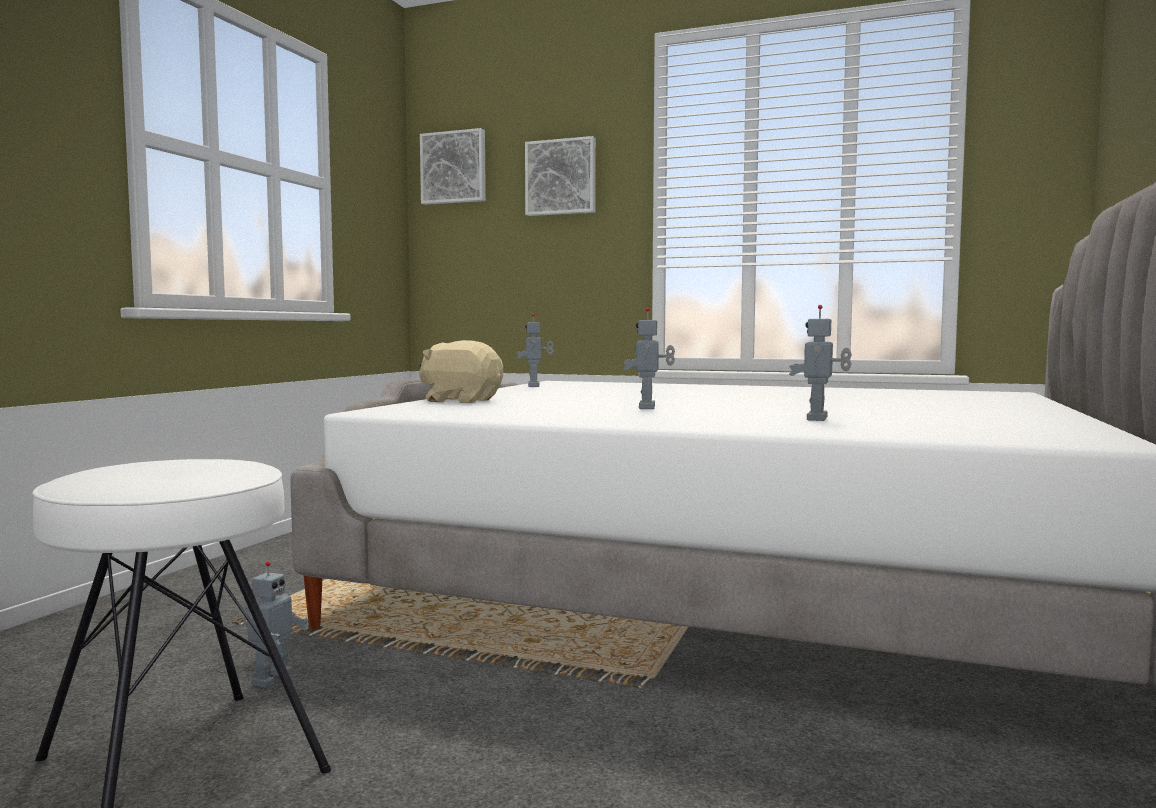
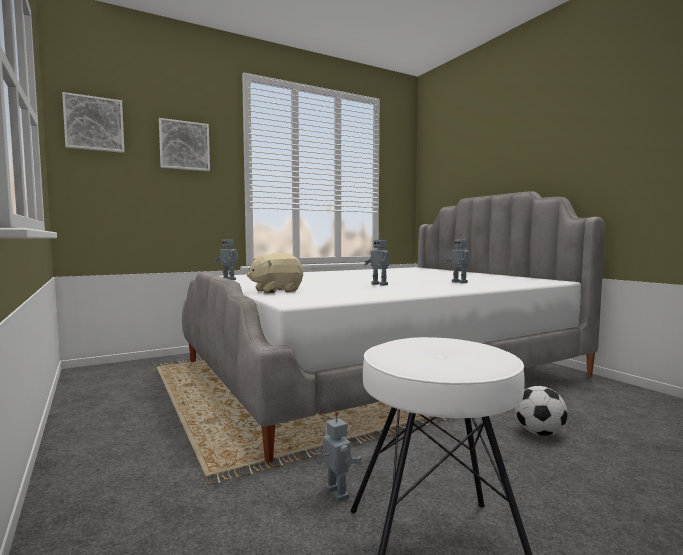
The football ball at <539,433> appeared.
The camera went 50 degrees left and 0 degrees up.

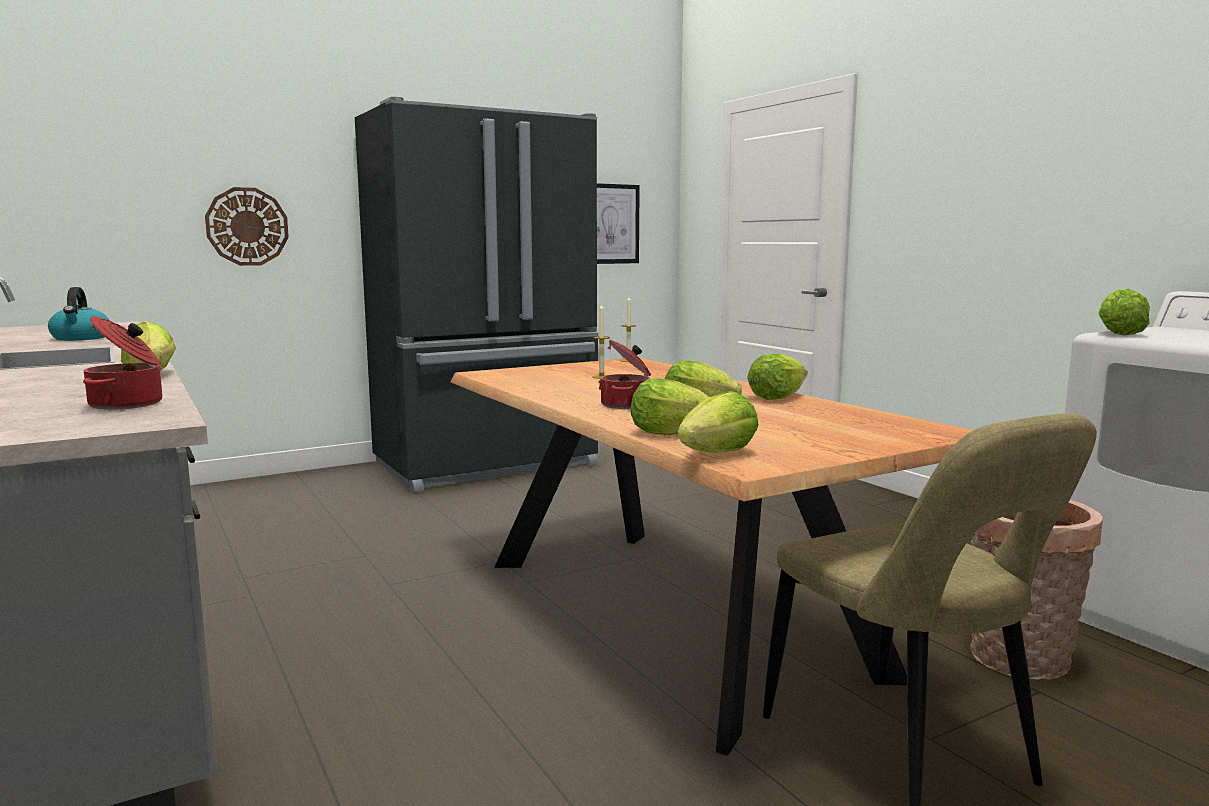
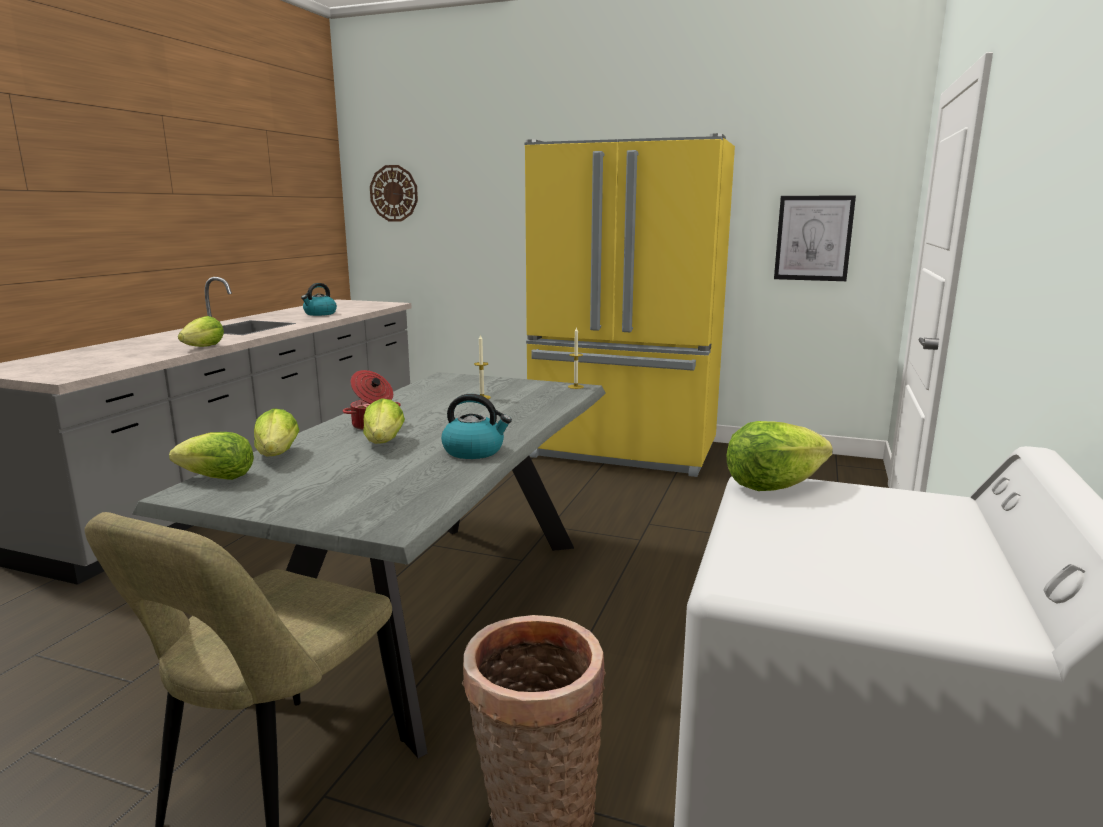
The refrigerator (blackish) at <488,465> became the refrigerator (yellowish) at <623,451>.
The hanging clock moved from <247,226> to <394,193>.
The stockpot at <128,404> disappeared.
The lettuce head at <776,398> was replaced by the water kettle at <474,451>.
The dinner table (brown-coloured) at <669,615> became the dinner table (grey) at <435,610>.
The camera went 50 degrees right and 5 degrees up.

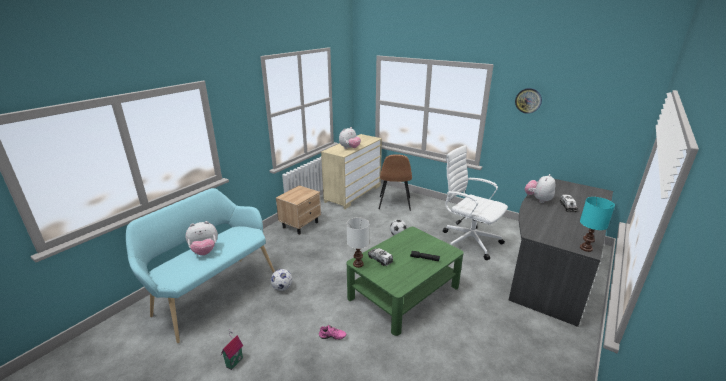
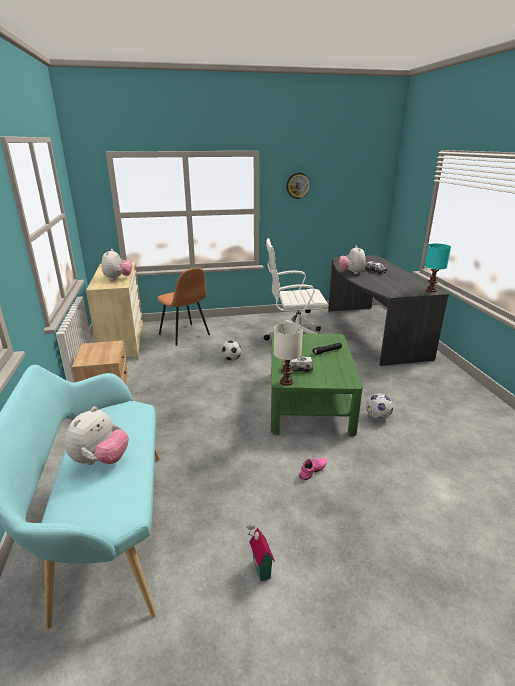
The football ball moved from <282,288> to <377,417>.
The camera went 45 degrees left and 0 degrees up.

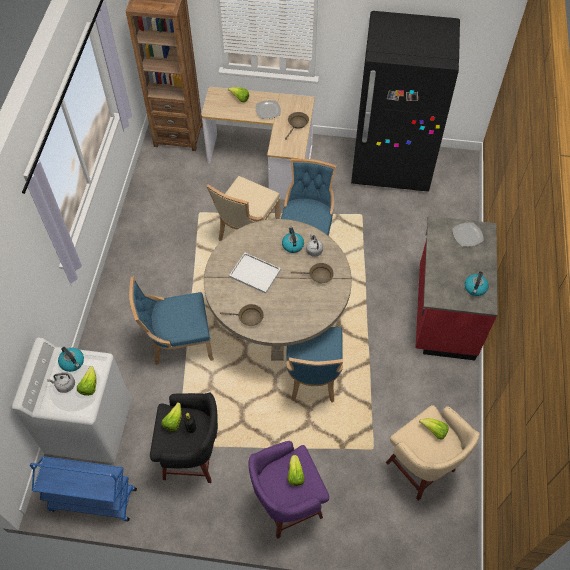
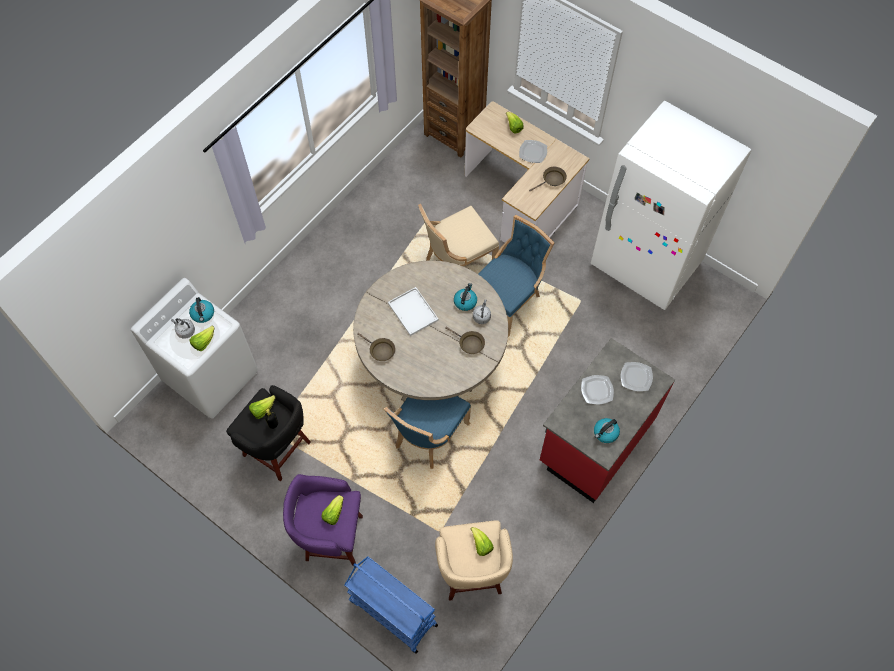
The refrigerator (blackish) at <391,166> became the refrigerator (white) at <645,265>.
The plain chair (blue-coloured) at <178,342> disappeared.
The cart (blue-coloured) moved from <92,500> to <392,612>.
The flat dish at <596,390> appeared.
The camera went 30 degrees right and 5 degrees up.

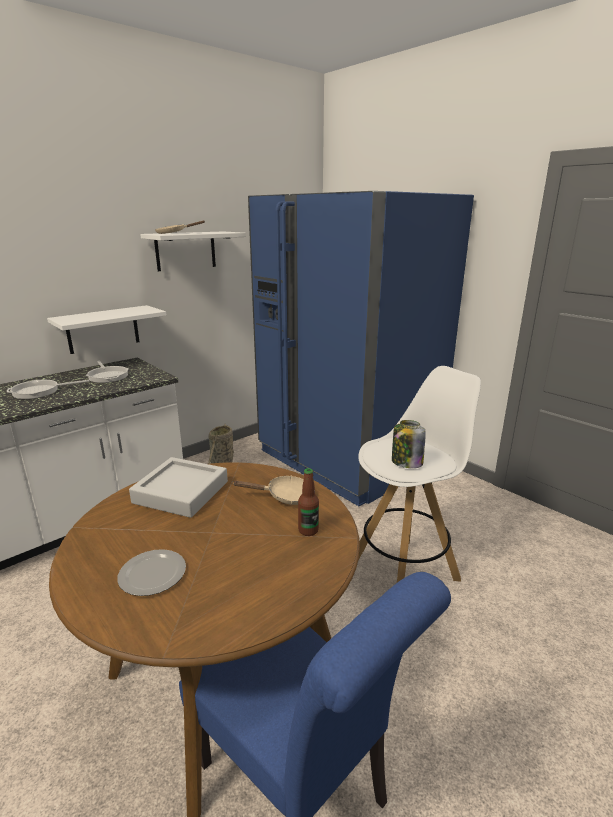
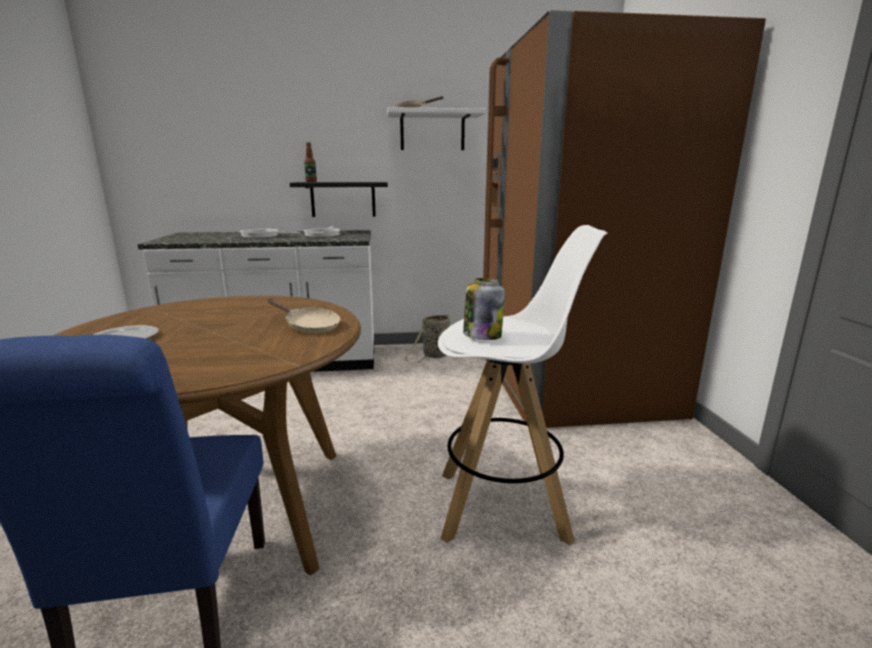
The refrigerator (blue-coloured) at <347,458> became the refrigerator (brown-coloured) at <570,382>.
The shelf (white) at <103,329> became the shelf (blackish) at <343,199>.
The carrying tray (grey) at <181,492> disappeared.
The beverage bottle moved from <308,530> to <311,182>.
The camera went 35 degrees right and 5 degrees down.

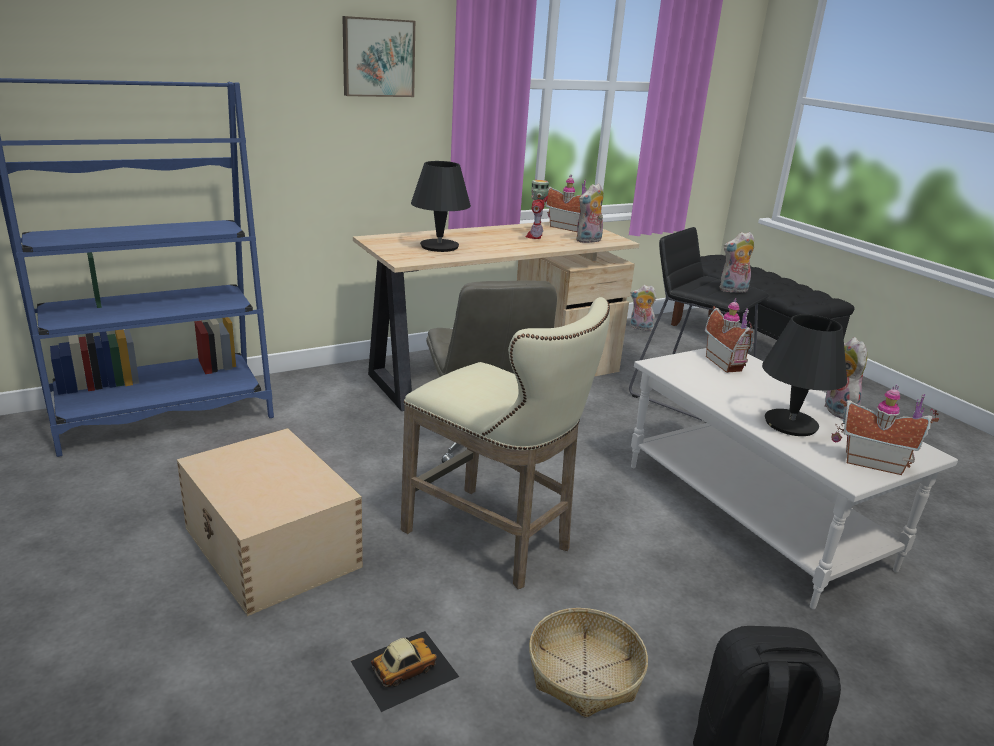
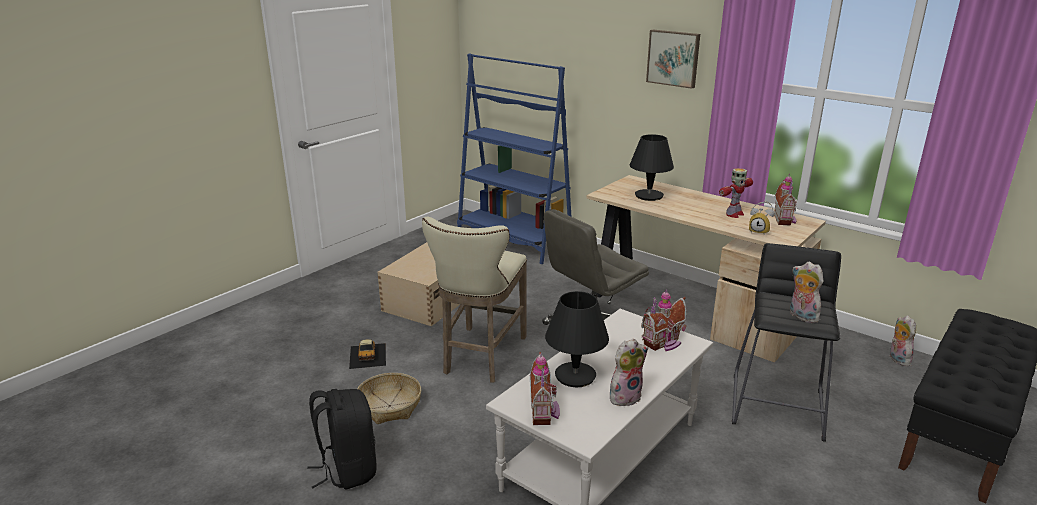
The toy robot at <535,236> turned 150 degrees clockwise.
The soft toy at <589,241> was replaced by the bedside clock at <759,231>.
The toy car at <403,668> turned 45 degrees clockwise.
The camera went 70 degrees right and 0 degrees up.

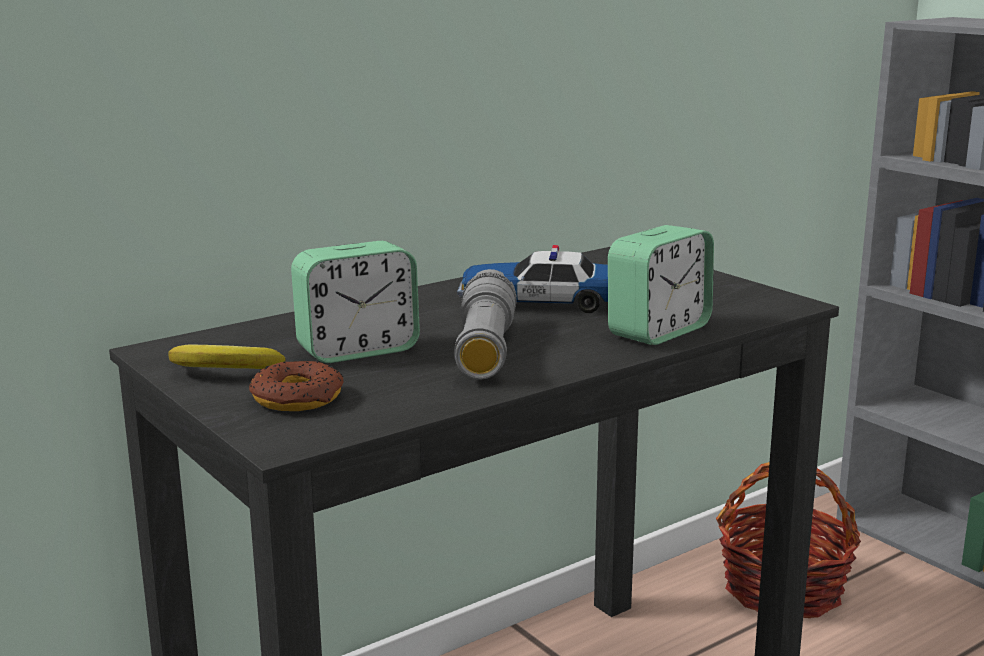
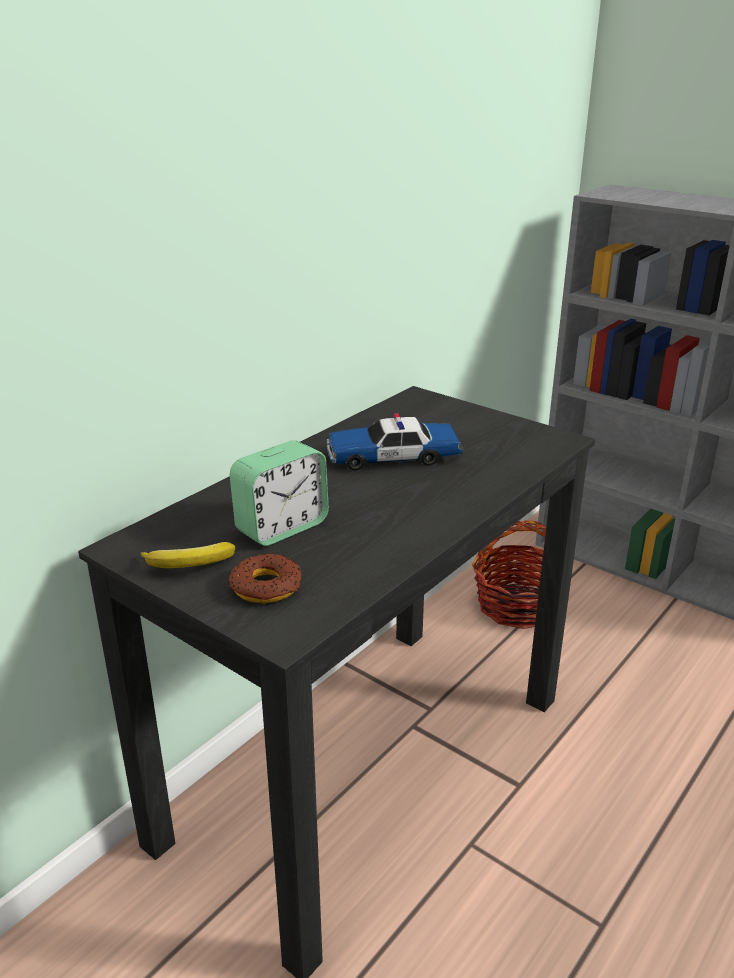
The bedside clock at <659,331> disappeared.
The flashlight (grey) at <485,349> disappeared.
The camera went 15 degrees left and 10 degrees up.

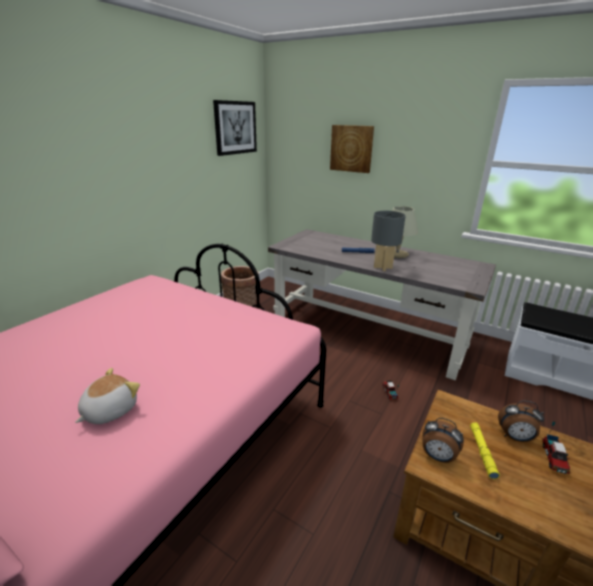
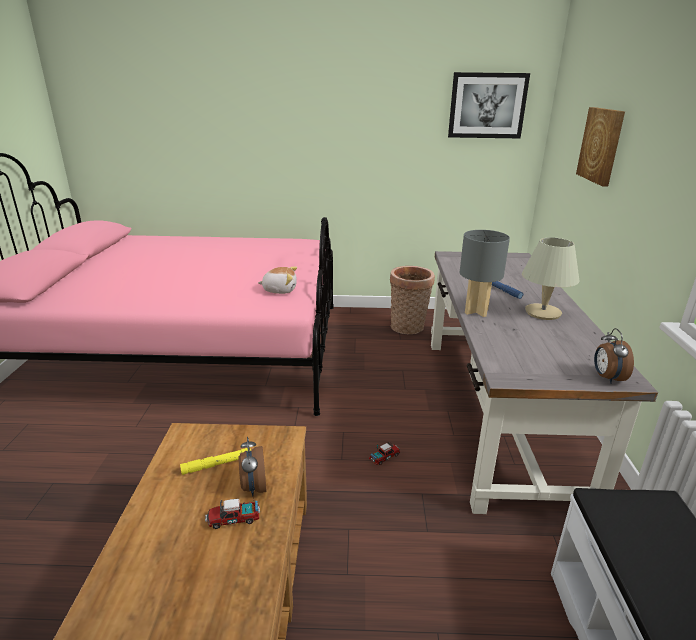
The soft toy moved from <109,410> to <280,290>.
The bedside clock moved from <437,457> to <606,378>.
The camera went 60 degrees right and 0 degrees up.

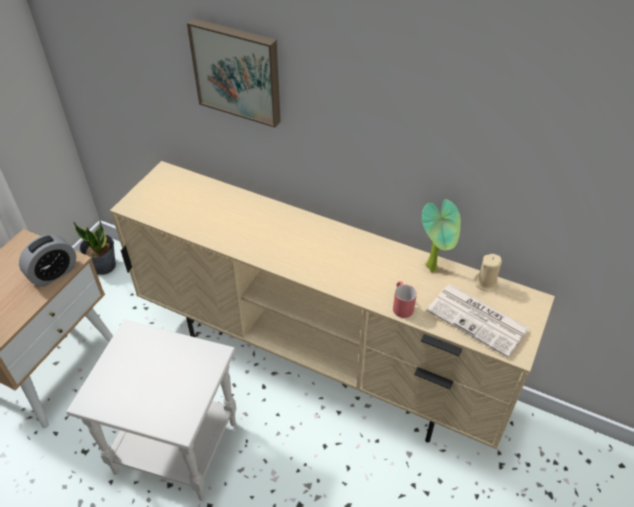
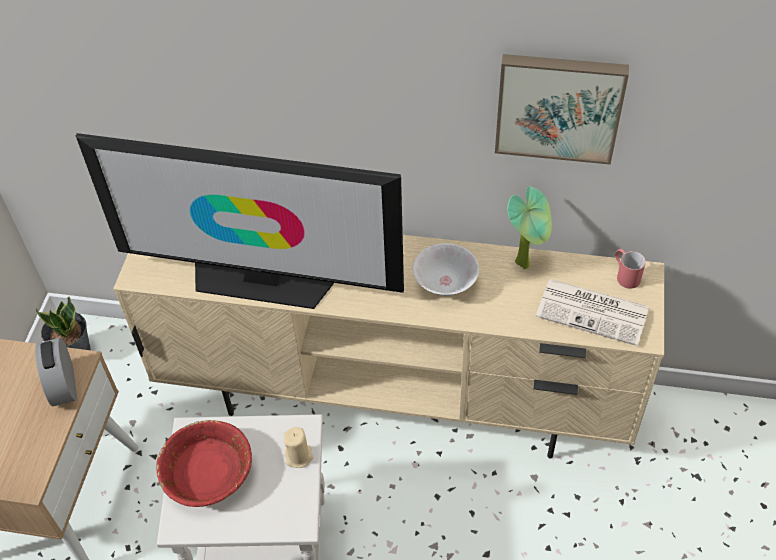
The wall picture moved from <238,71> to <559,106>.
The bedside clock at <53,273> turned 135 degrees clockwise.
The candle (beige) moved from <486,283> to <299,456>.
The coffee mug (red-coloured) moved from <401,305> to <625,275>.
The TV at <262,279> appeared.
The deep dish (white) at <445,283> appeared.
The deep dish (red-coloured) at <208,472> appeared.
The camera went 15 degrees left and 5 degrees up.

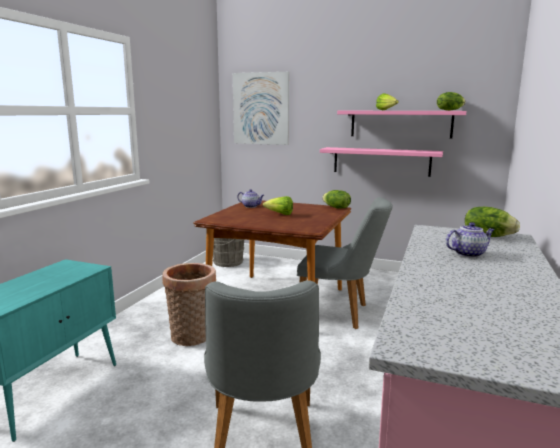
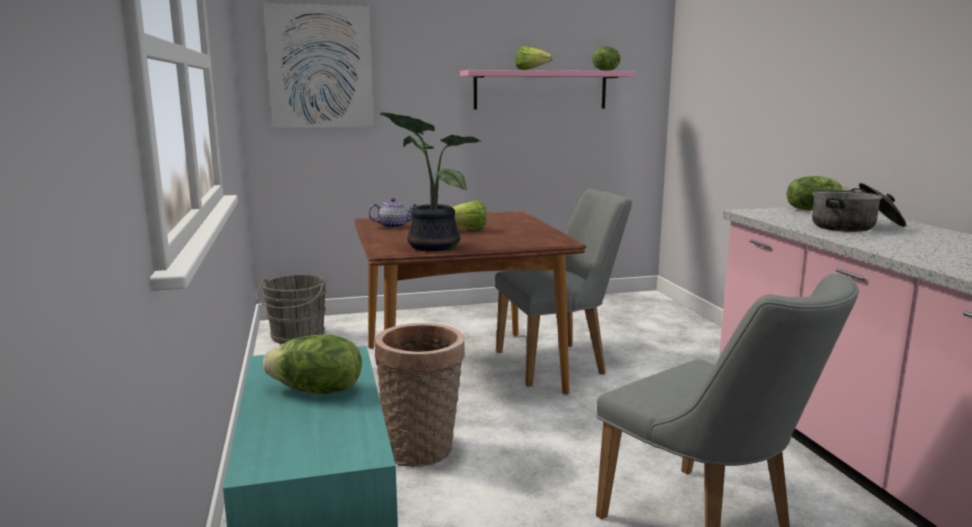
The shelf (pink) at <381,161> disappeared.
The lettuce head moved from <336,208> to <317,391>.
The pot for tea at <468,254> was replaced by the stockpot at <856,226>.
The potted plant at <430,246> appeared.
The camera went 35 degrees left and 0 degrees up.

